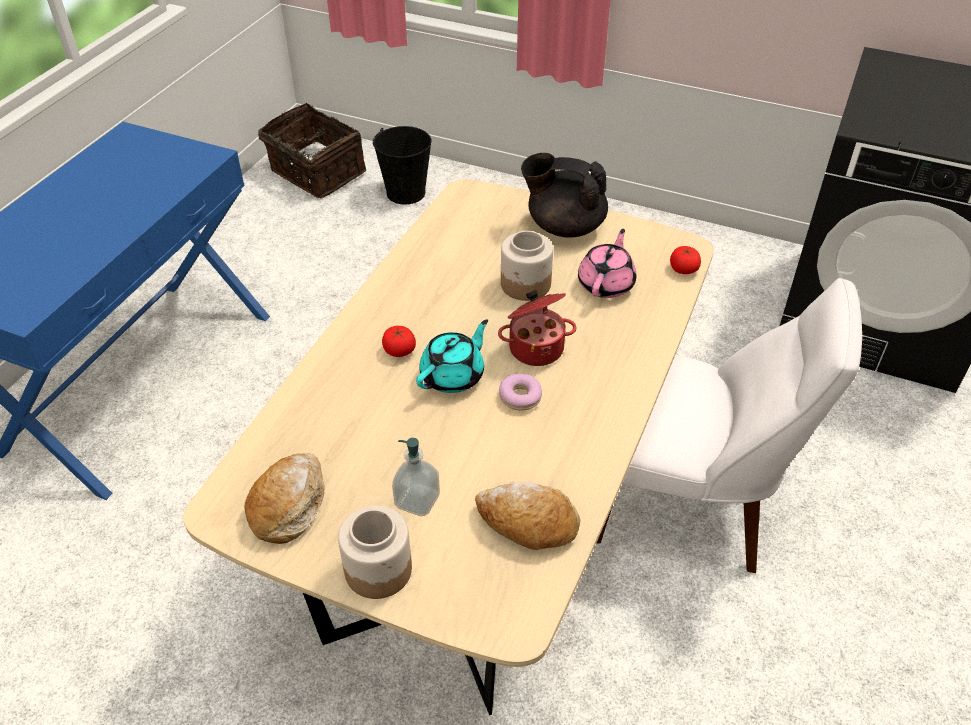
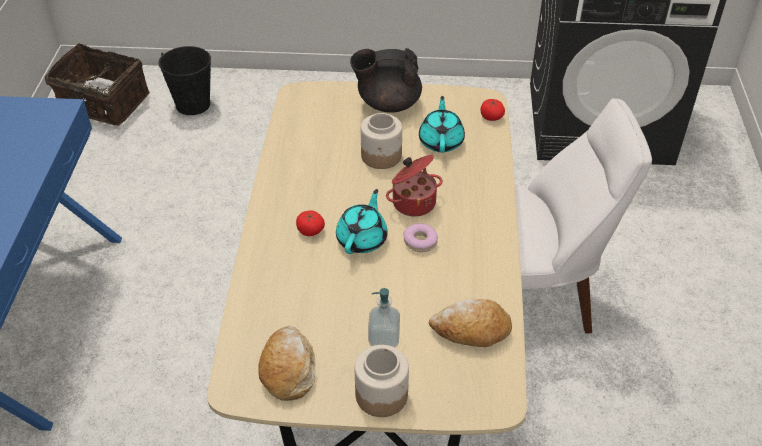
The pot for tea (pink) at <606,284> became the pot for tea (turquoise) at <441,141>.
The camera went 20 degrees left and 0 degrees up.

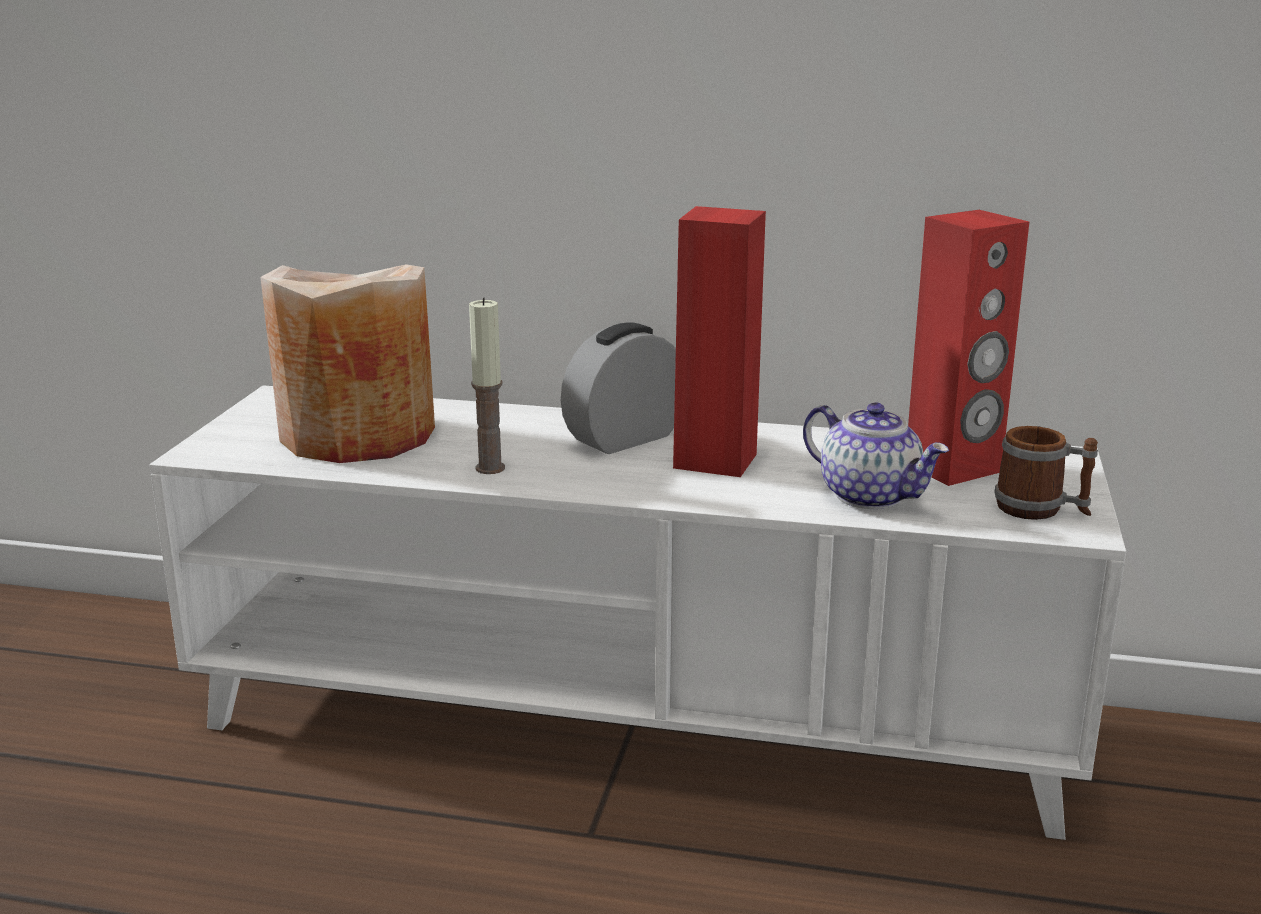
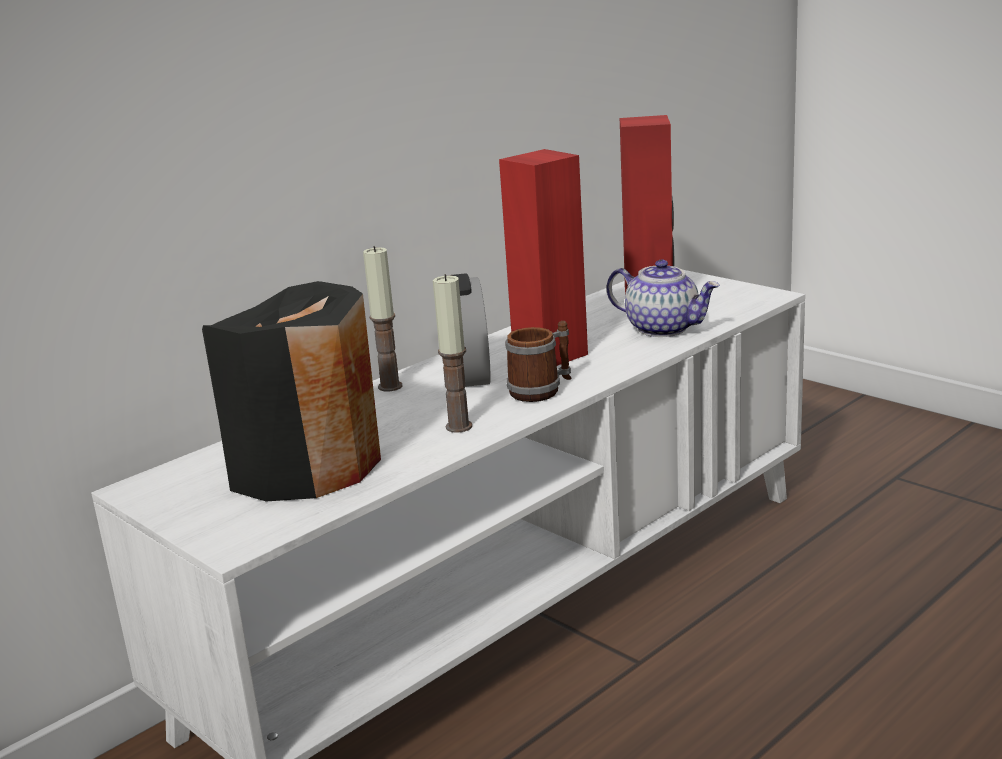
The vase (beige) at <357,435> became the vase (blackish) at <306,466>.
The pot for tea at <871,495> turned 45 degrees clockwise.
The coffee mug moved from <1041,510> to <542,390>.
The candle at <390,386> appeared.
The camera went 55 degrees left and 0 degrees up.

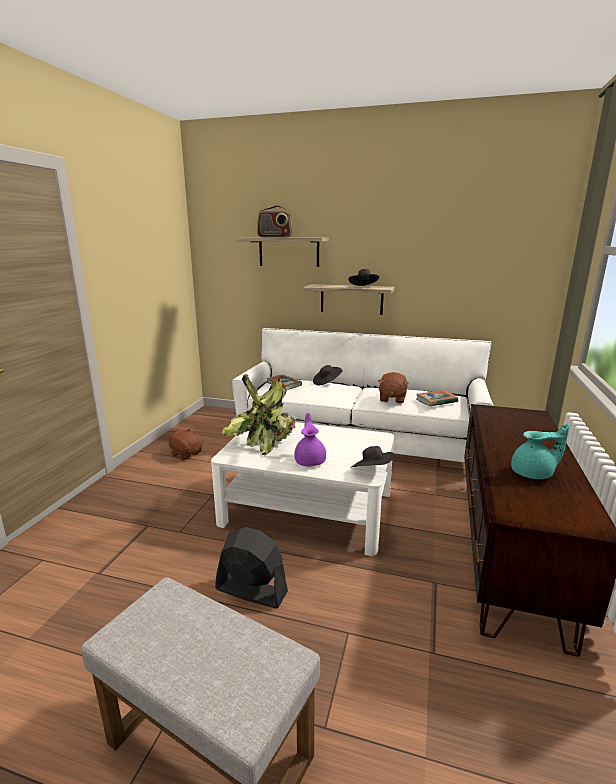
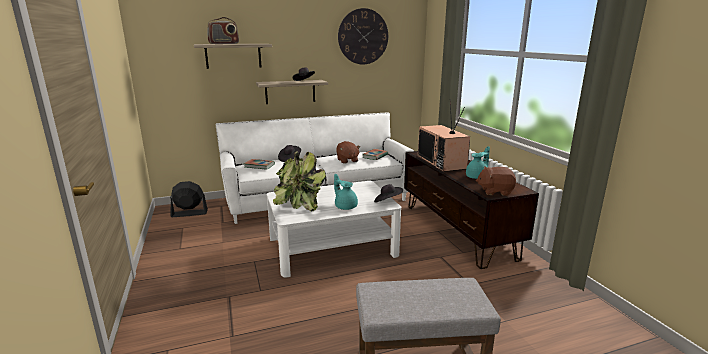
The pot for tea (purple) at <310,460> became the pot for tea (turquoise) at <345,206>.
The soft toy (brown-coloured) moved from <186,454> to <495,191>.
The fan (blackish) moved from <251,590> to <189,213>.
The hanging clock at <363,36> appeared.
The TV at <442,162> appeared.
The camera went 35 degrees left and 0 degrees up.

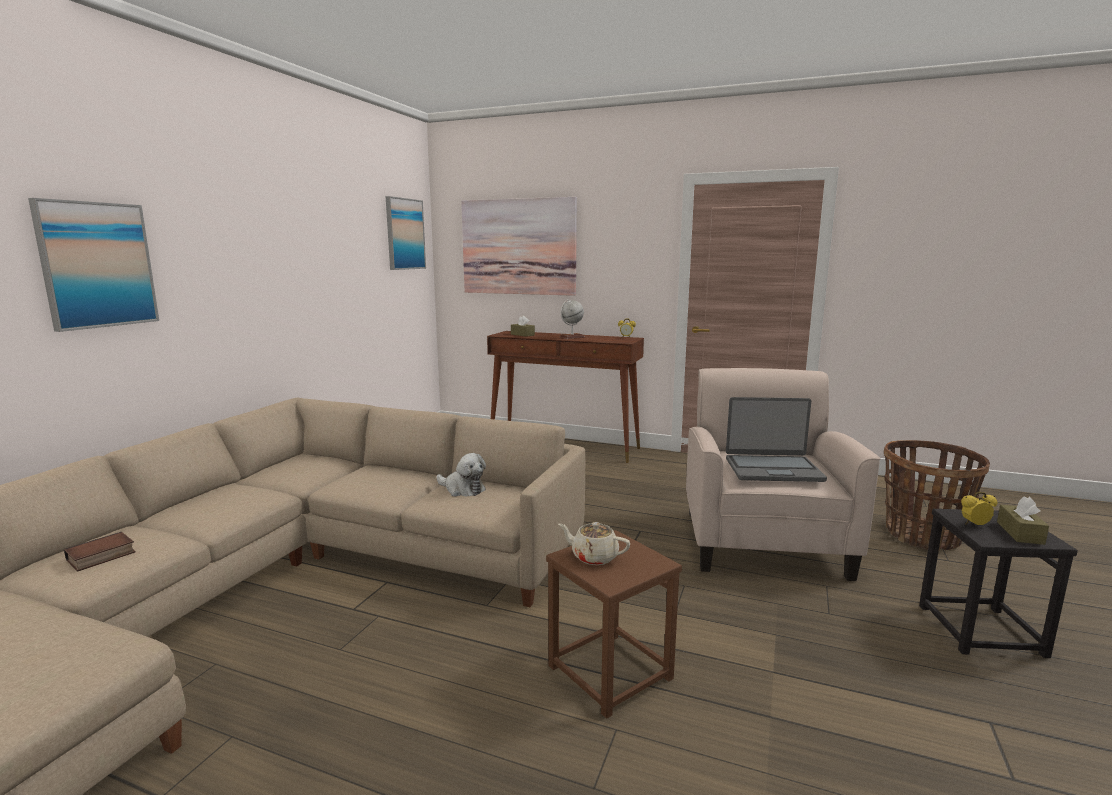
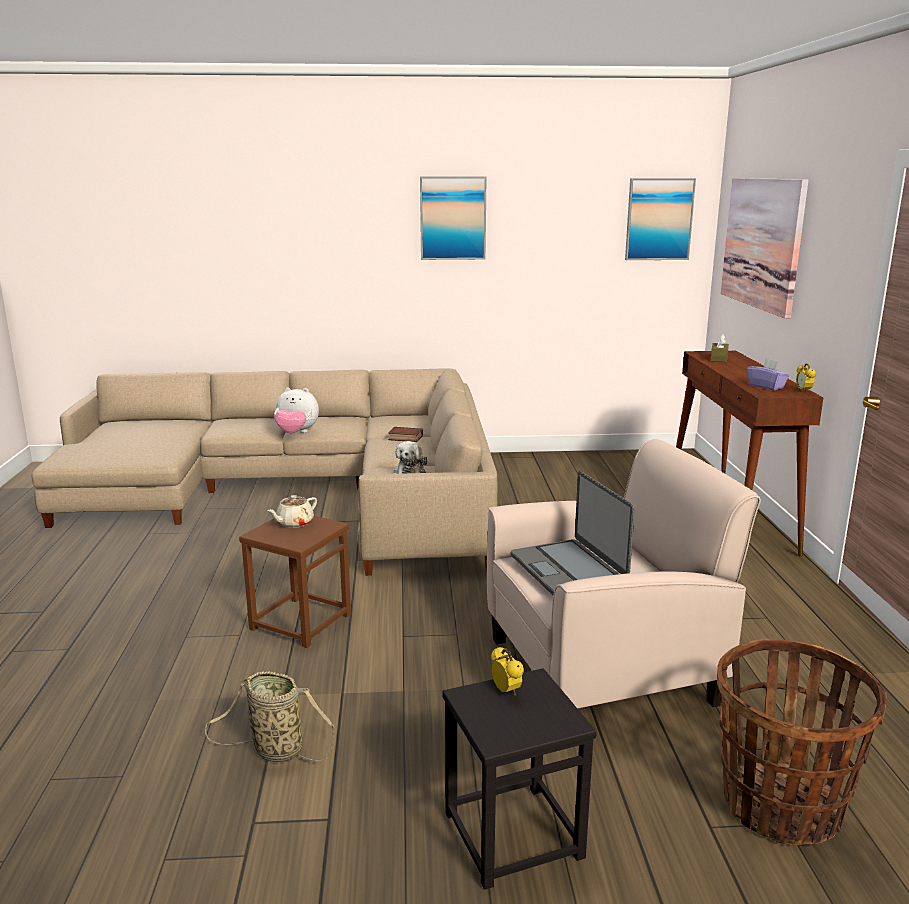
The wall picture moved from <97,265> to <453,218>.
The world globe at <572,337> disappeared.
The box of tissues (brown-coloured) at <1020,533> disappeared.
The pot for tea (beige) at <593,557> turned 135 degrees counterclockwise.
The volume moved from <101,557> to <404,438>.
The box of tissues (purple) at <766,386> appeared.
The soft toy at <296,433> appeared.
The household basket at <274,750> appeared.
The camera went 65 degrees right and 5 degrees up.

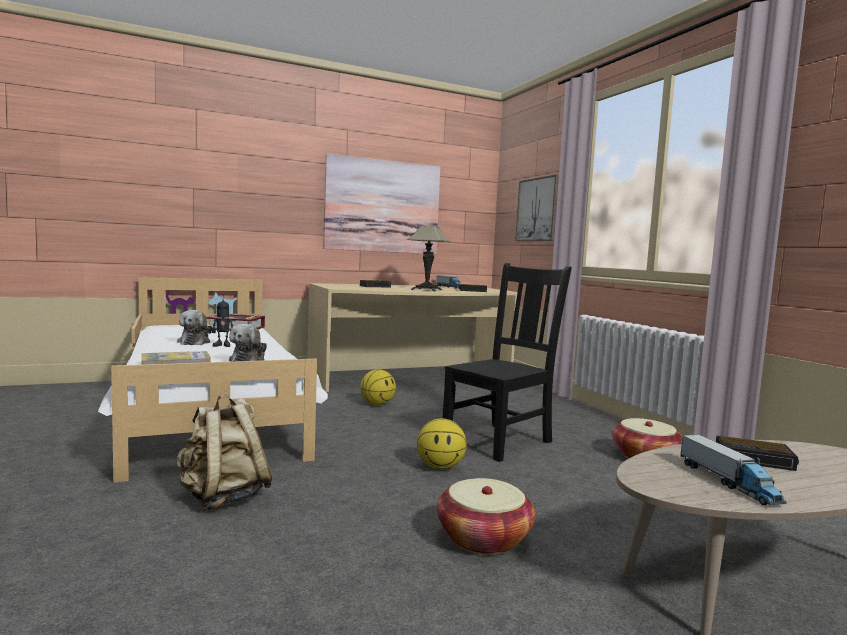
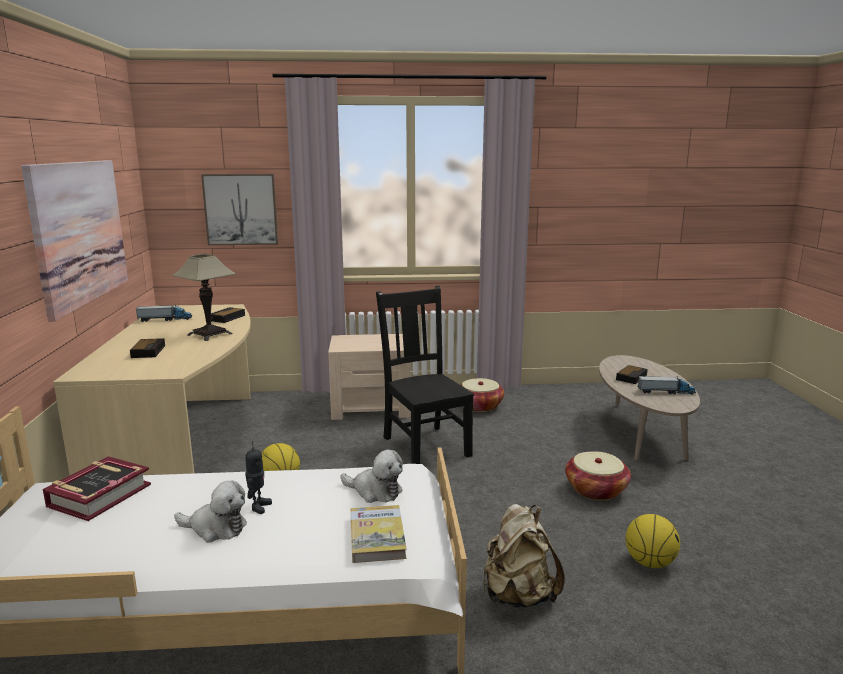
The ball for basketball moved from <440,467> to <649,562>.
The nightstand (beige) at <371,407> appeared.
The camera went 70 degrees left and 10 degrees up.

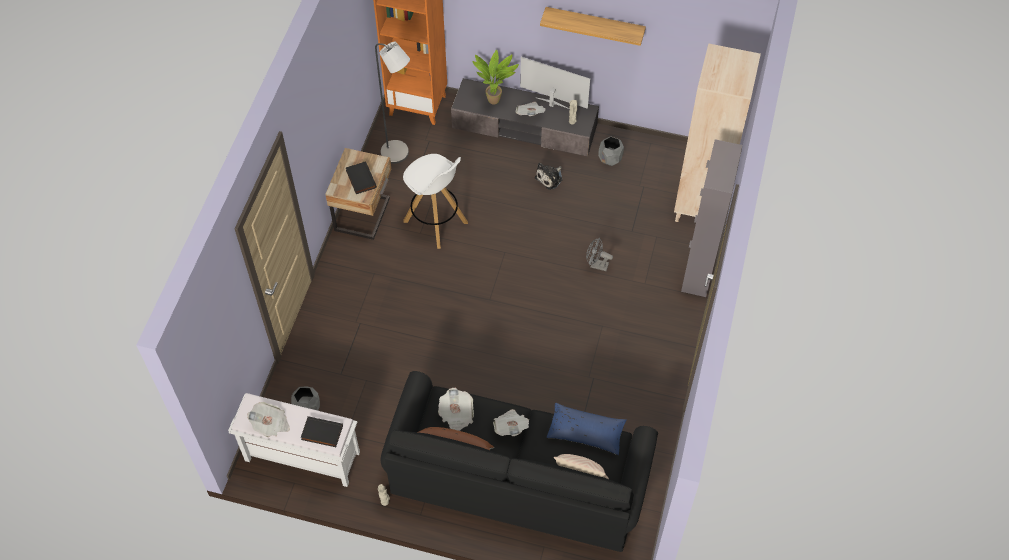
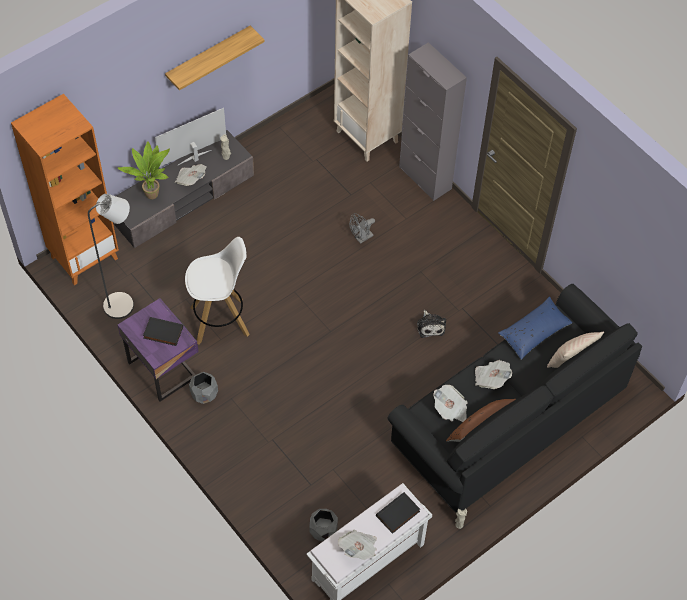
The flower pot (grey) moved from <610,159> to <204,394>.
The nightstand (beige) at <364,215> became the nightstand (purple) at <163,369>.
The soft toy moved from <550,178> to <430,326>.
The camera went 55 degrees left and 0 degrees up.

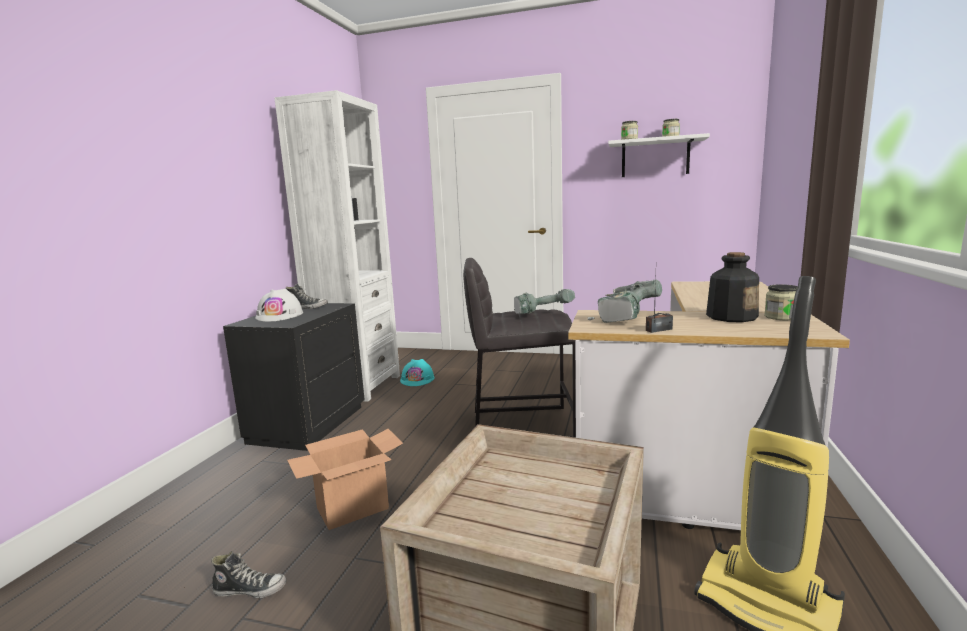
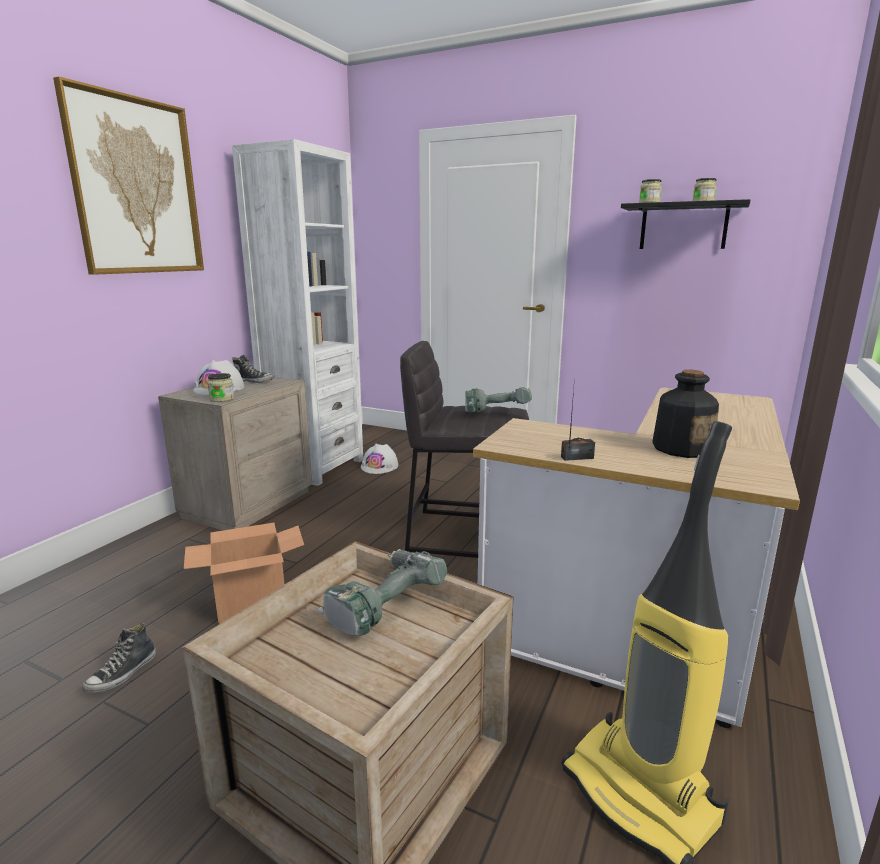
The shelf (white) at <655,158> became the shelf (blackish) at <683,227>.
The electric drill moved from <622,316> to <381,606>.
The storage jar moved from <780,317> to <222,399>.
The nightstand (blackish) at <306,424> became the nightstand (beige) at <247,504>.
The safety helmet (turquoise) at <417,379> became the safety helmet (white) at <379,466>.
The low shoe at <251,590> turned 105 degrees clockwise.
The wall picture at <136,187> appeared.
The camera went 10 degrees right and 5 degrees up.

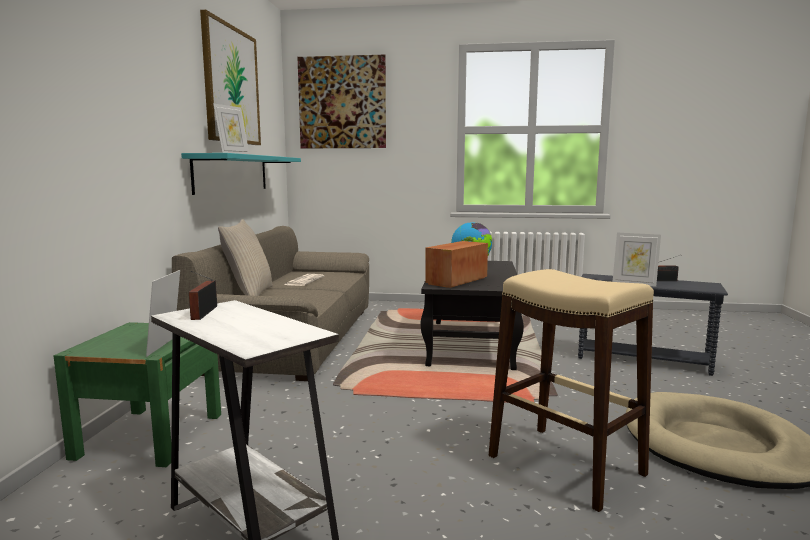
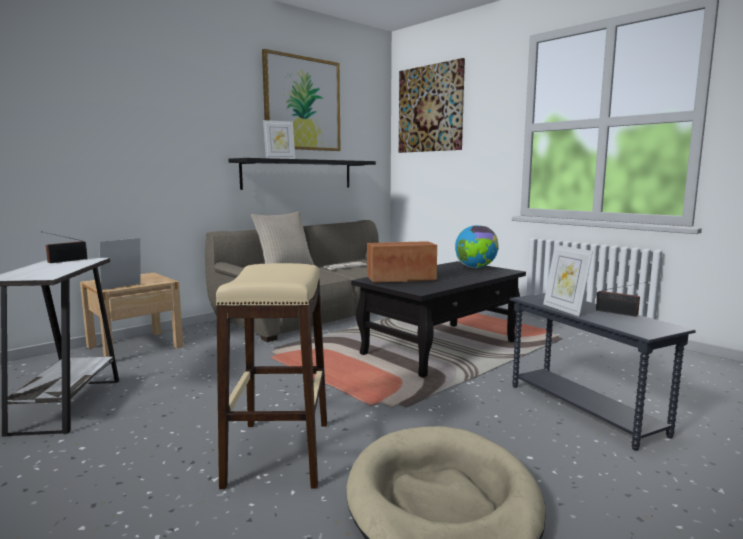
The shelf (turquoise) at <232,173> became the shelf (blackish) at <298,174>.
The nightstand (green-coloured) at <150,435> became the nightstand (beige) at <135,347>.
The camera went 40 degrees right and 0 degrees up.

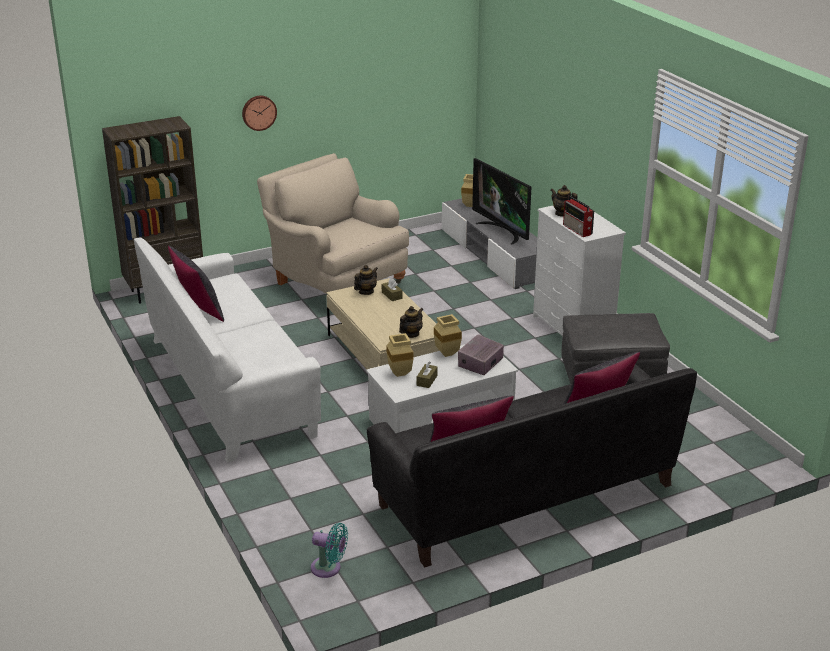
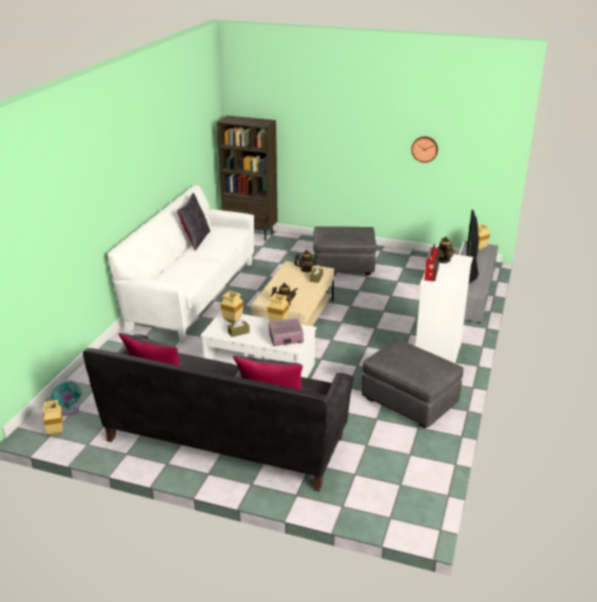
The hanging clock moved from <258,112> to <424,149>.
The lounge chair (beige) at <336,281> was replaced by the ottoman (grey) at <343,266>.
The vase (beige) at <55,432> appeared.
The camera went 45 degrees right and 0 degrees up.

